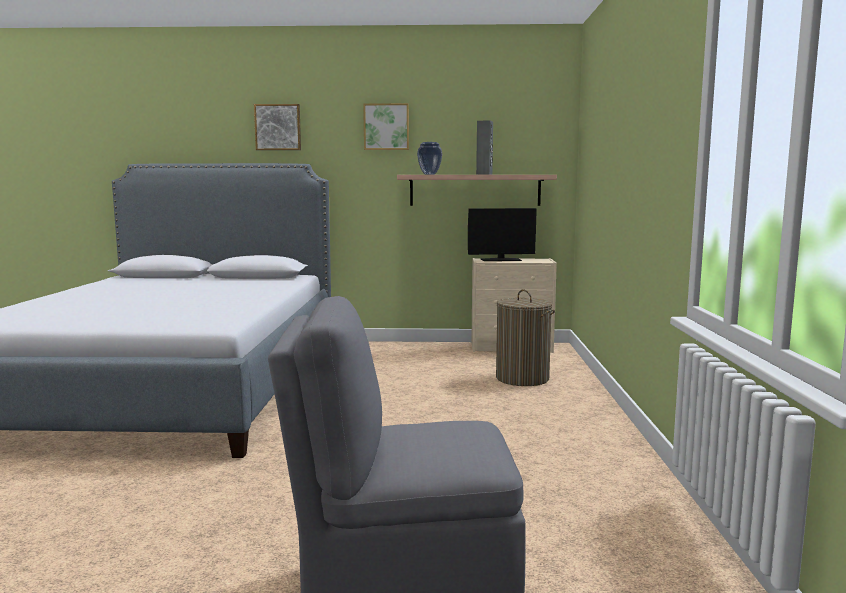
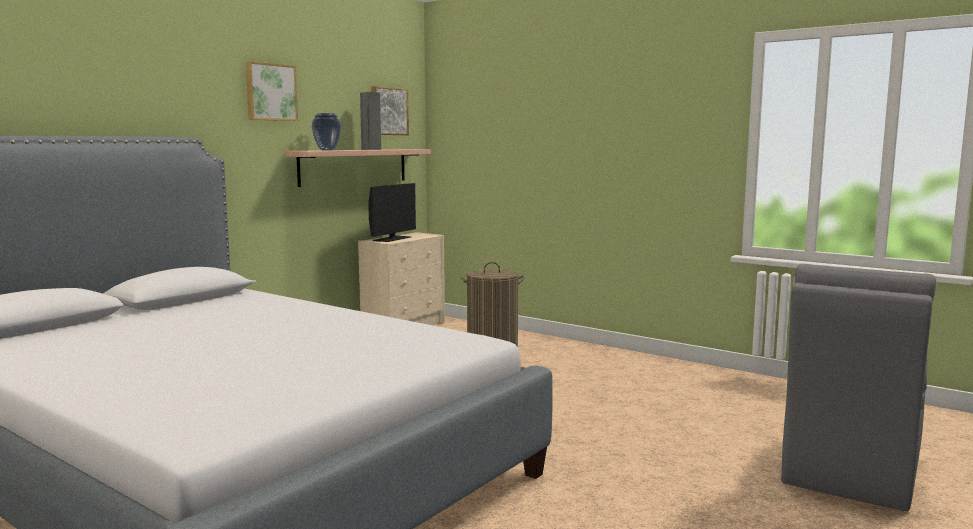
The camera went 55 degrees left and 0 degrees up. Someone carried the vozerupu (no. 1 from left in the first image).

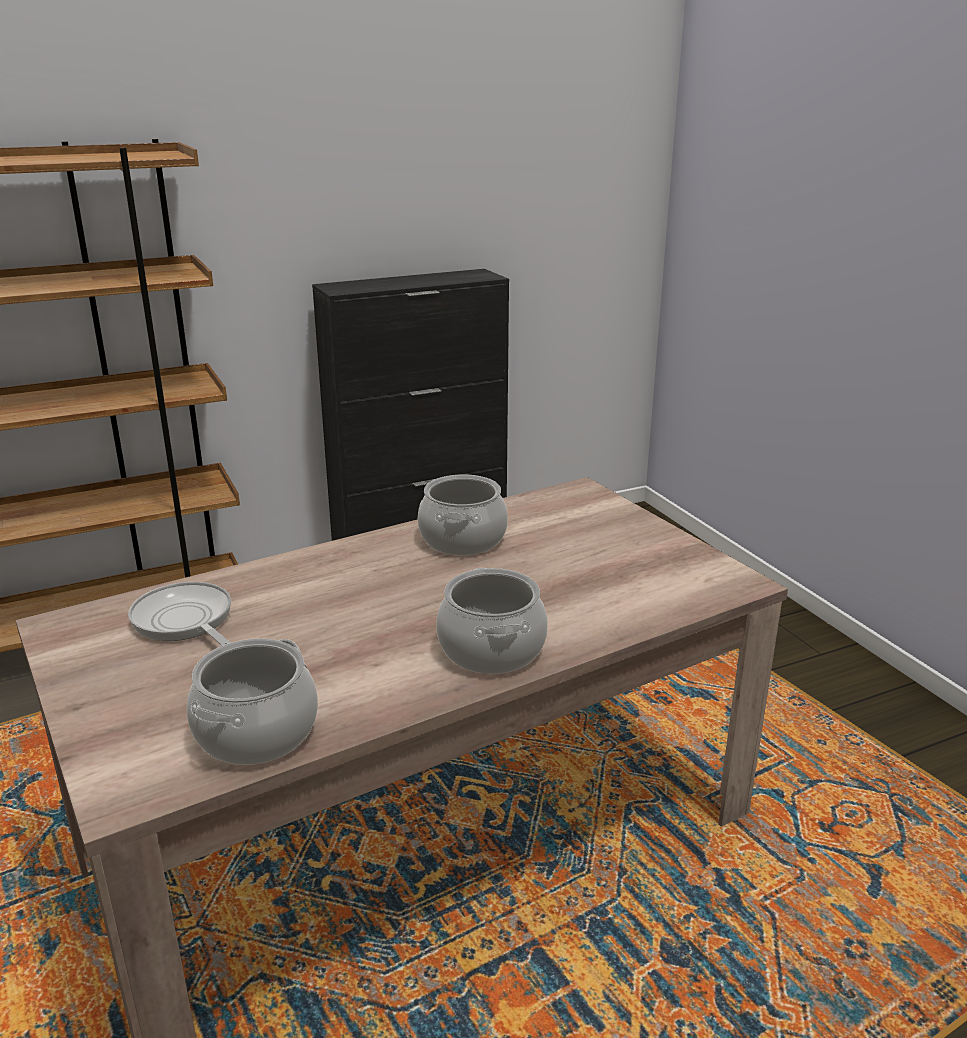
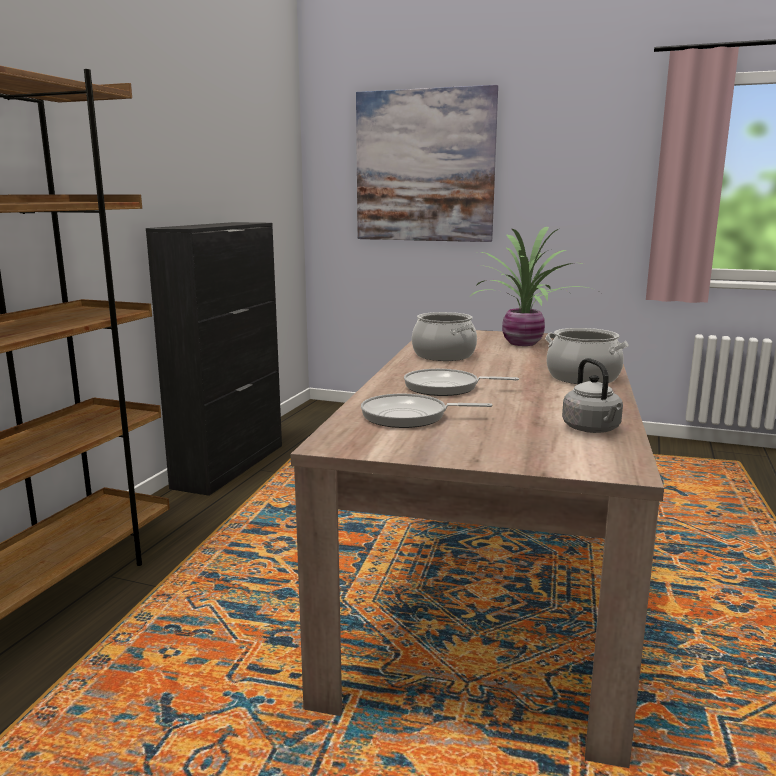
The camera went 45 degrees left and 10 degrees down. Someone put up the vozerupu. Someone put down the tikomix (no. 2 from left). Someone put down the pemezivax. Someone swapped the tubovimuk (no. 1 from left) for the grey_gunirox.

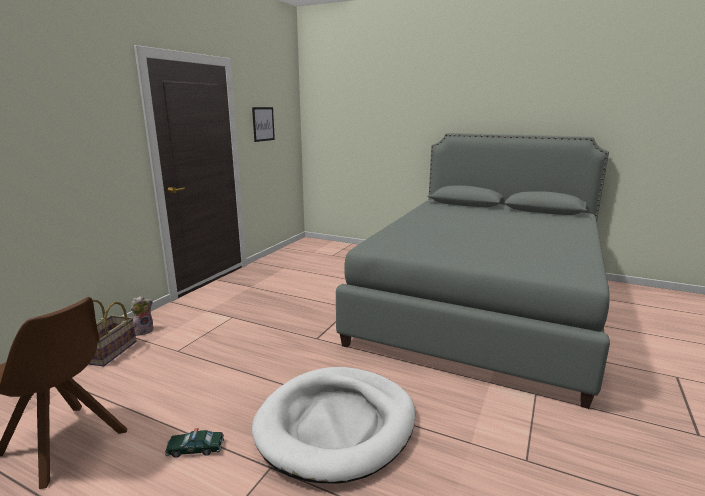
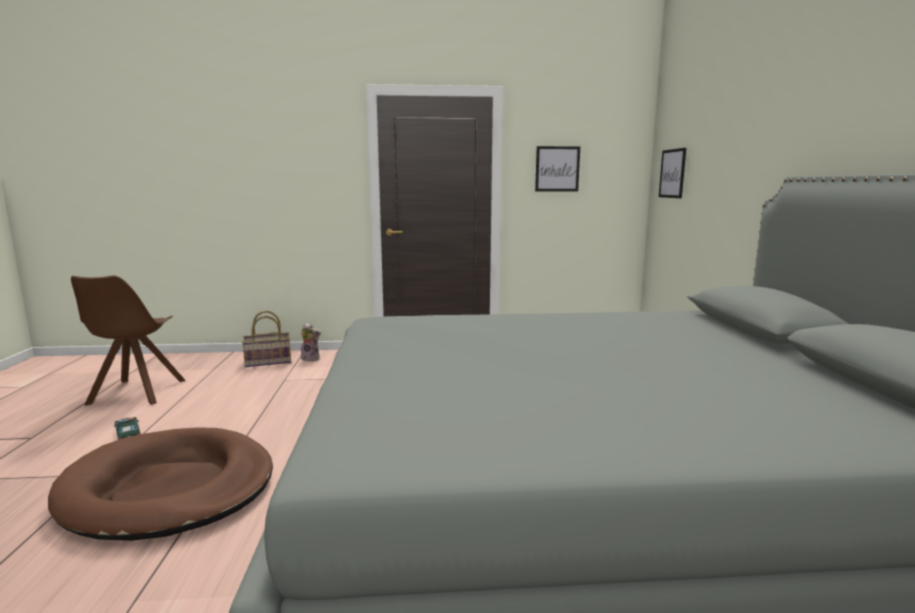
The camera went 60 degrees right and 5 degrees down. Someone repainted the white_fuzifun, which became the brown_fuzifun. Someone put up the vozerupu (no. 2 from left).

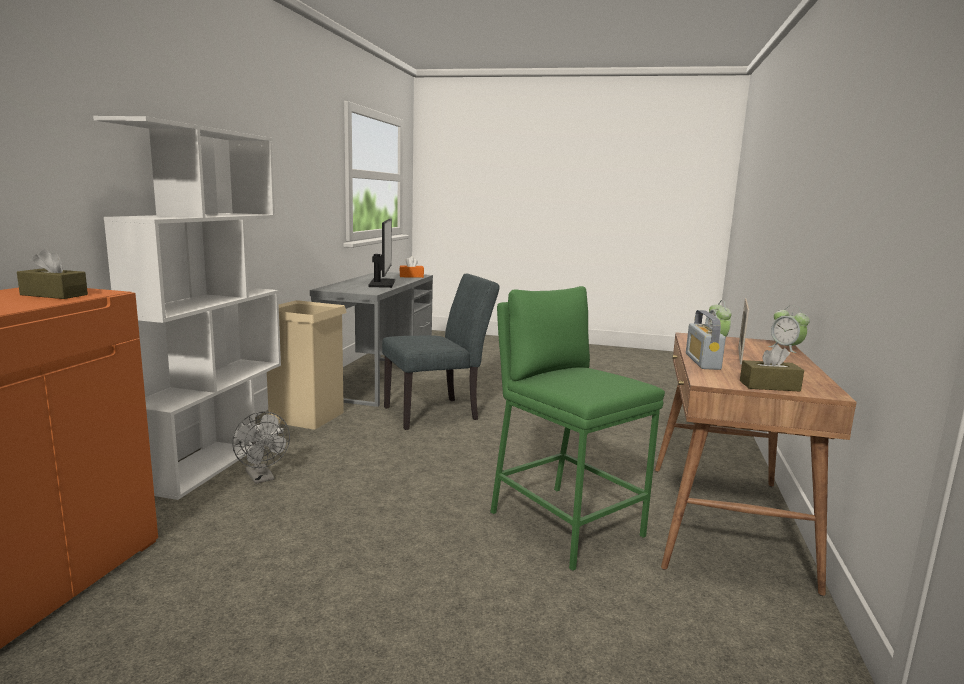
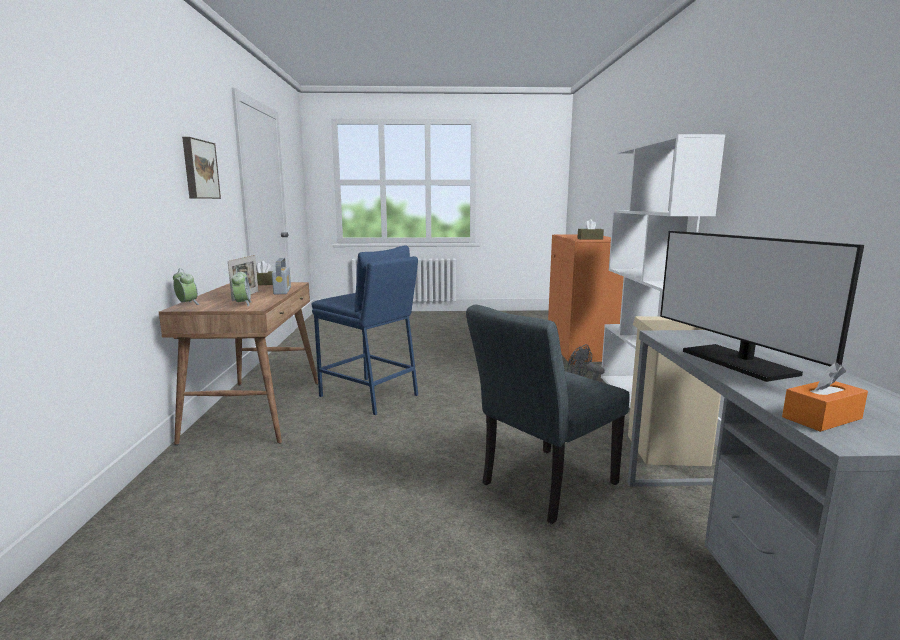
The camera went 165 degrees right and 0 degrees up. Someone put up the vozerupu. Someone repainted the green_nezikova, which became the blue_nezikova.

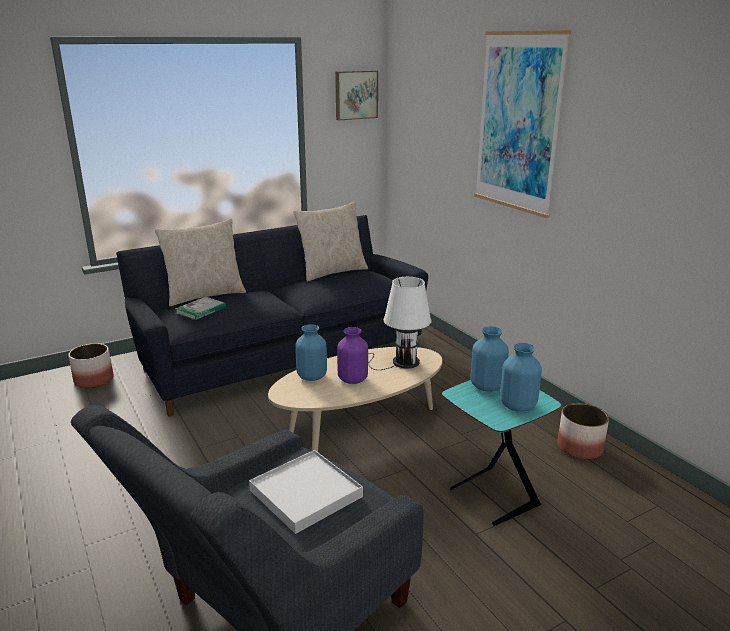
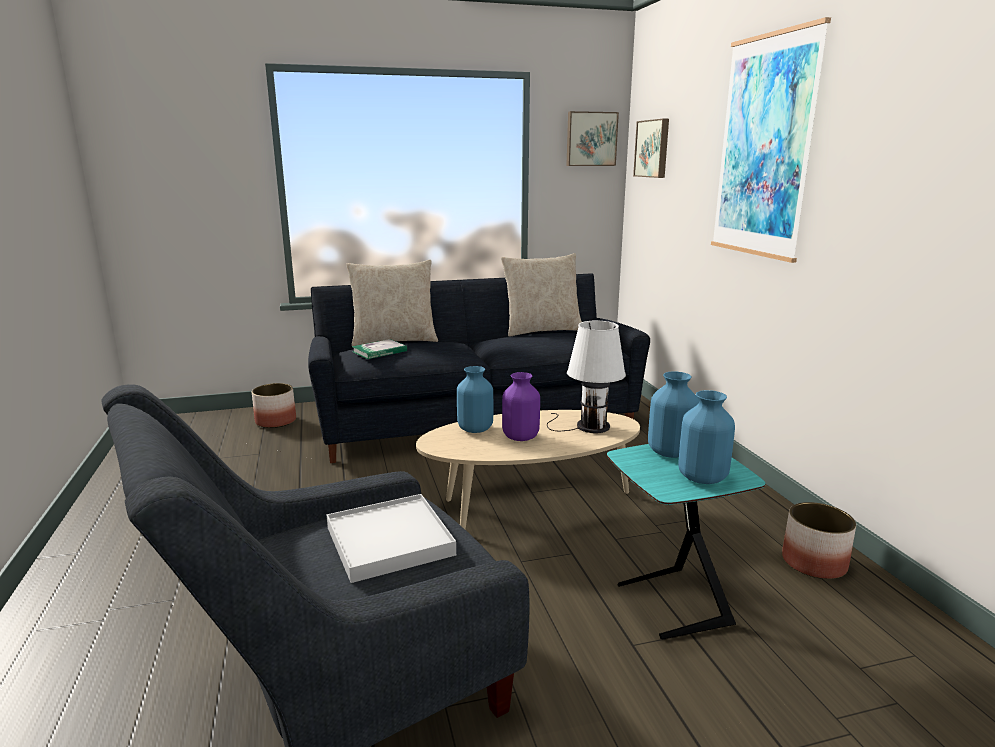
The camera went 15 degrees right and 5 degrees down. Someone put up the vozerupu (no. 2 from left).

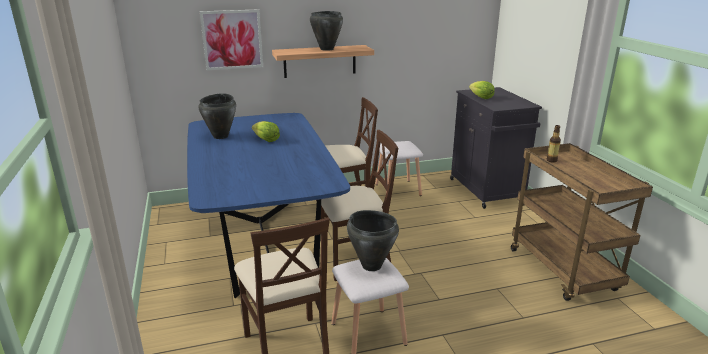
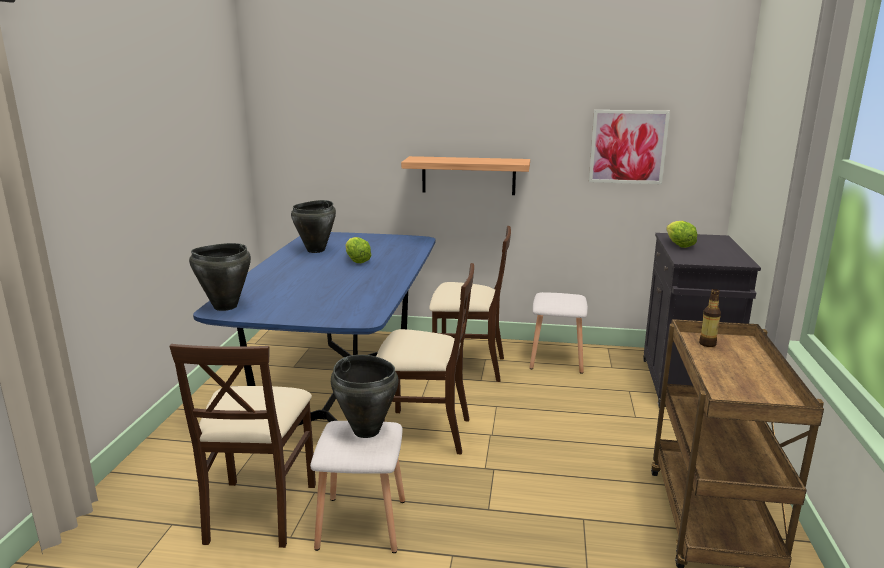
The camera went 25 degrees right and 5 degrees down. Someone carried the black_tubovimuk (no. 2 from left in the first image). Someone carried the vozerupu.

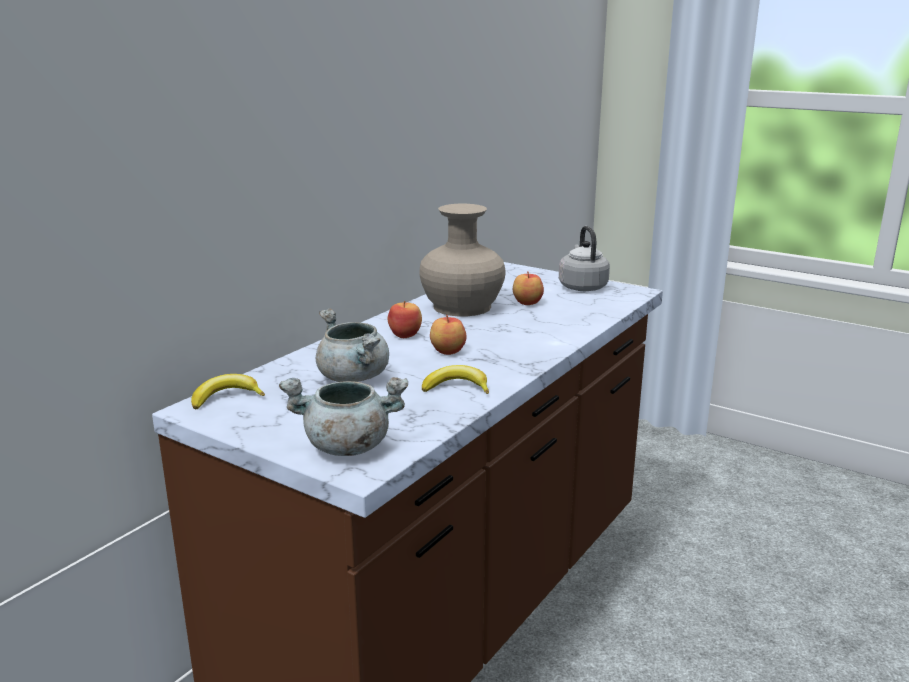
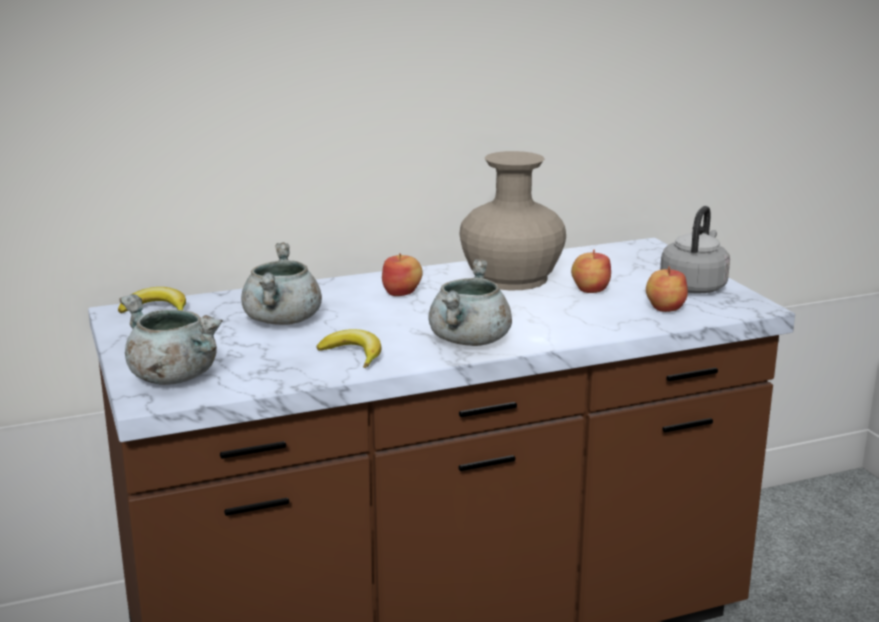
The camera went 35 degrees right and 0 degrees up. Someone put down the grey_tubovimuk (no. 3 from left). Someone carried the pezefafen (no. 2 from left in the first image).

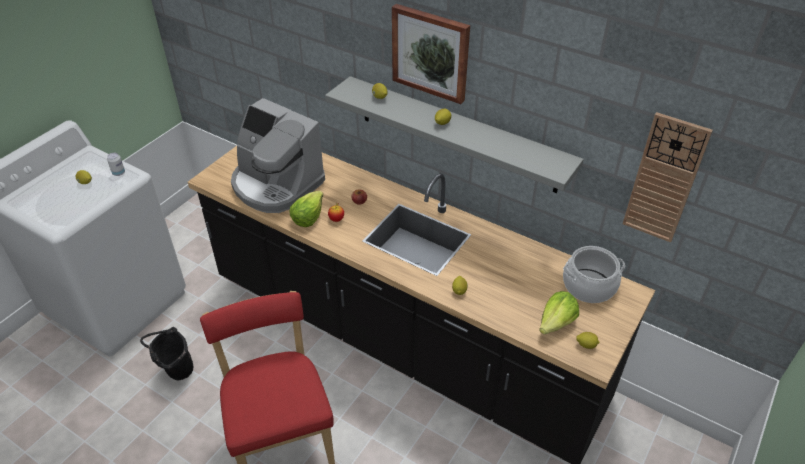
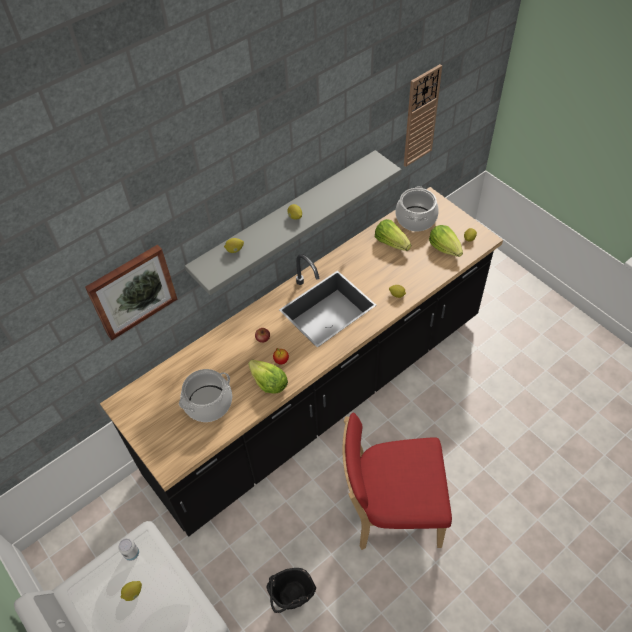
The camera went 70 degrees left and 10 degrees up. Someone carried the vozerupu. Someone swapped the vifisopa for the tubovimuk (no. 1 from left). Someone put down the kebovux (no. 2 from left).

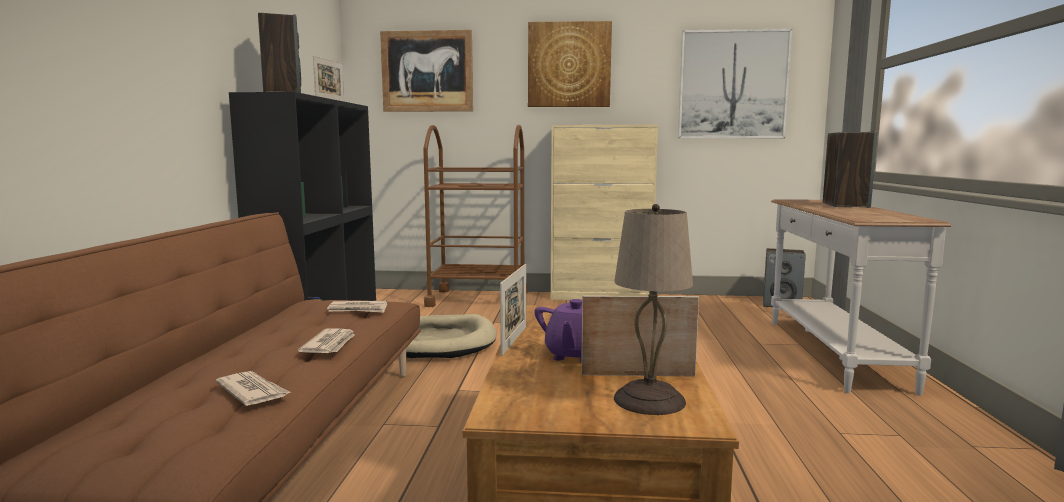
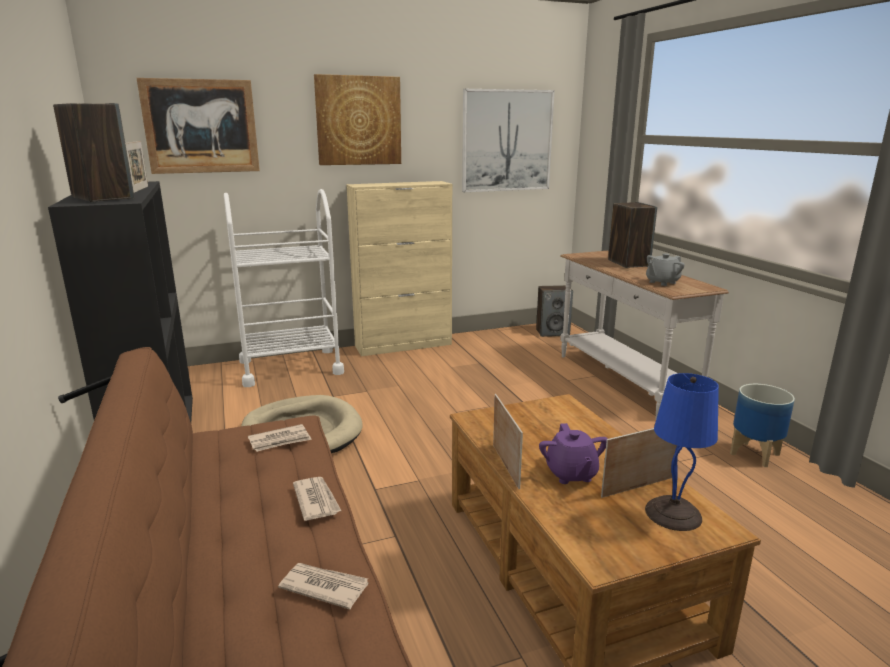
The camera went 25 degrees left and 10 degrees up. Someone repainted the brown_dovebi, which became the white_dovebi. Someone repainted the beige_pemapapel, which became the blue_pemapapel. Someone put down the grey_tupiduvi. Someone put down the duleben.

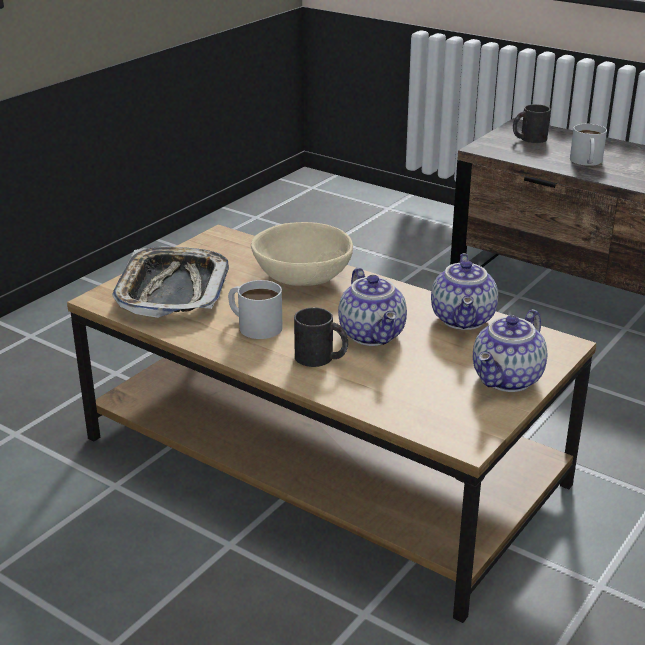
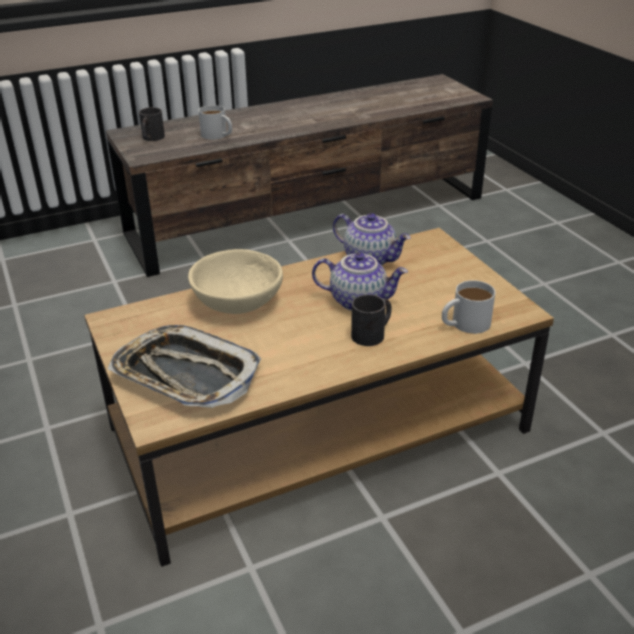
The camera went 60 degrees left and 5 degrees up. Someone carried the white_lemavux (no. 1 from left in the first image). Someone took away the tupiduvi (no. 3 from left).

